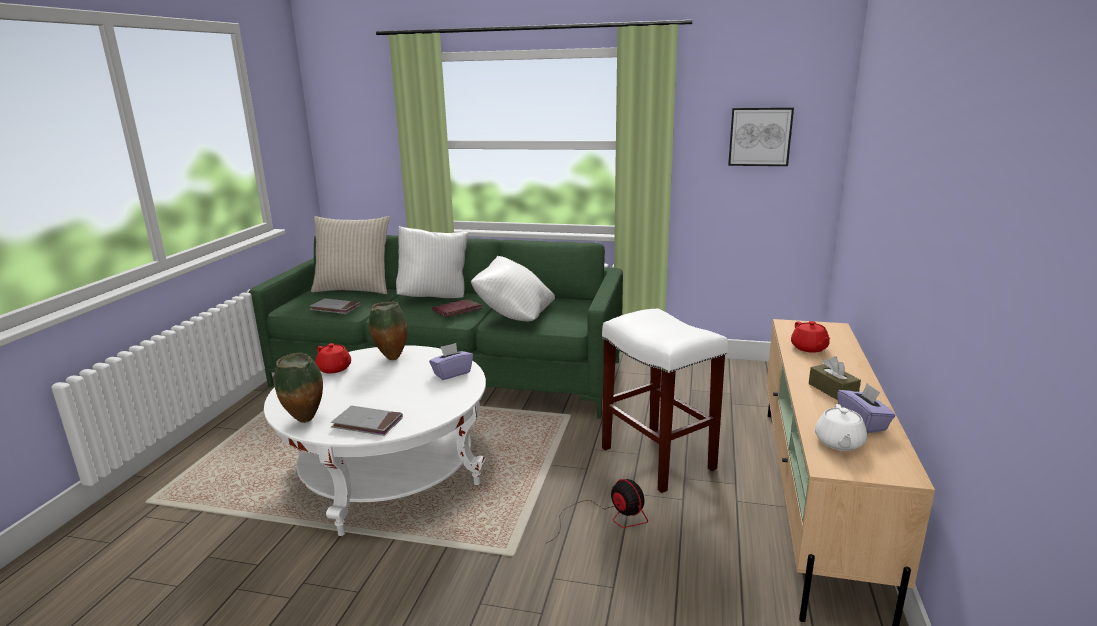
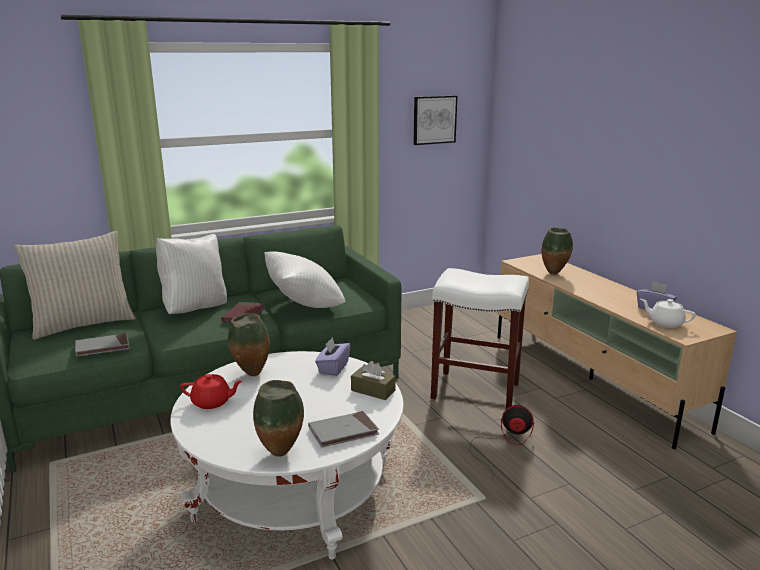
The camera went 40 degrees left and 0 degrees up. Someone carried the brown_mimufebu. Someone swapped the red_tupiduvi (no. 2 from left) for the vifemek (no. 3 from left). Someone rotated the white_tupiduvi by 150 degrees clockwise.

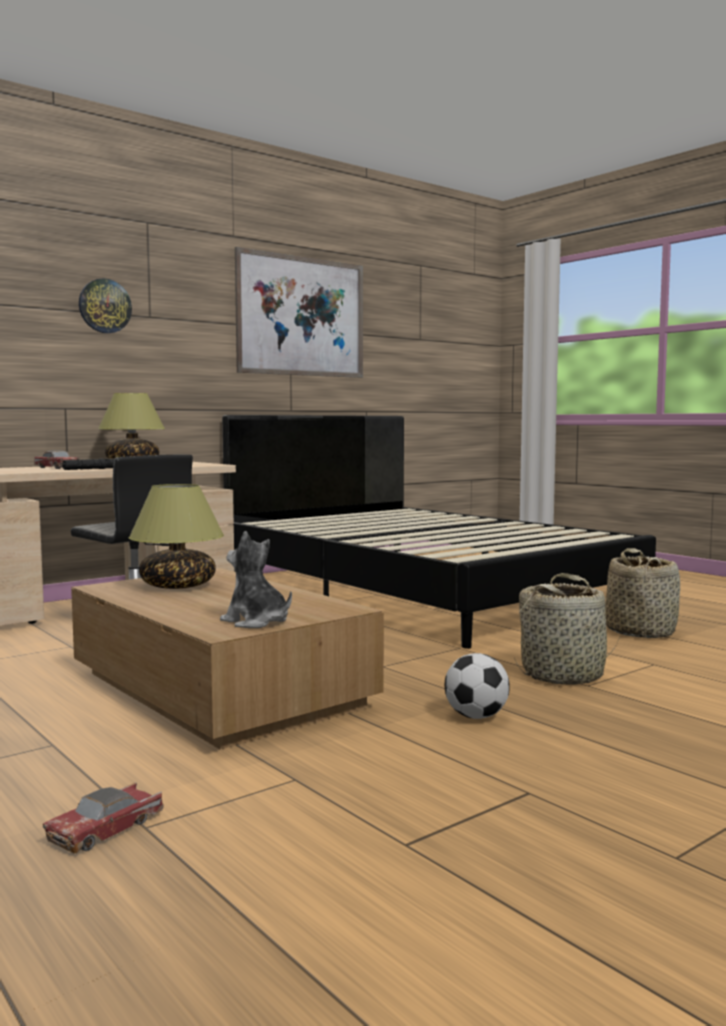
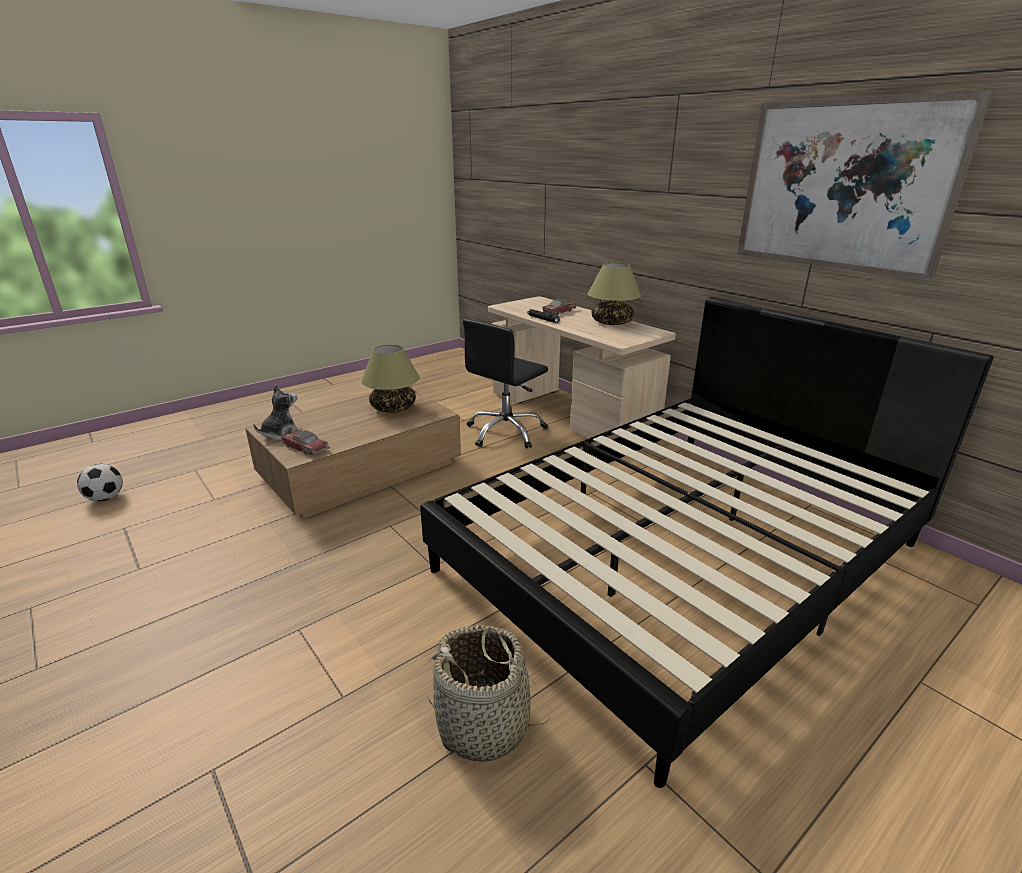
The camera went 90 degrees right and 20 degrees up. Someone carried the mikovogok. Someone carried the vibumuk (no. 2 from left in the first image). Someone took away the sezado. Someone took away the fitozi (no. 1 from left).

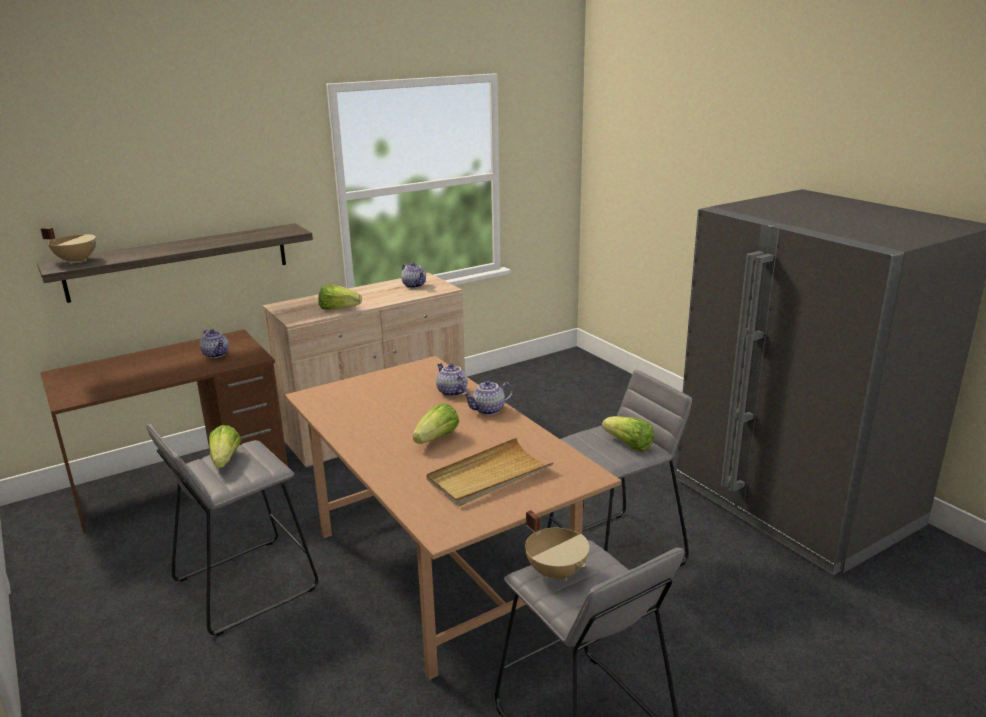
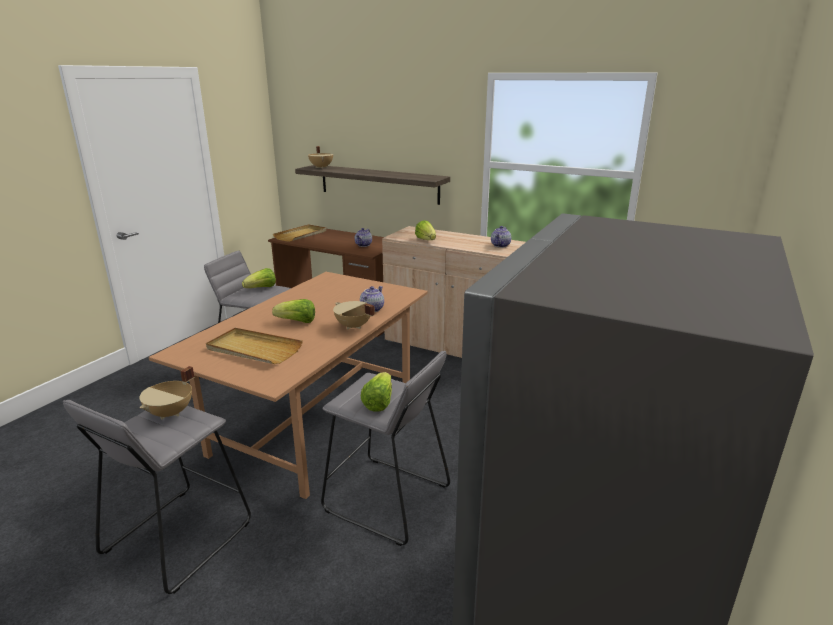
The camera went 60 degrees right and 0 degrees up. Someone put down the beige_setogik (no. 2 from left). Someone swapped the tupiduvi (no. 4 from left) for the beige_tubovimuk (no. 3 from left).

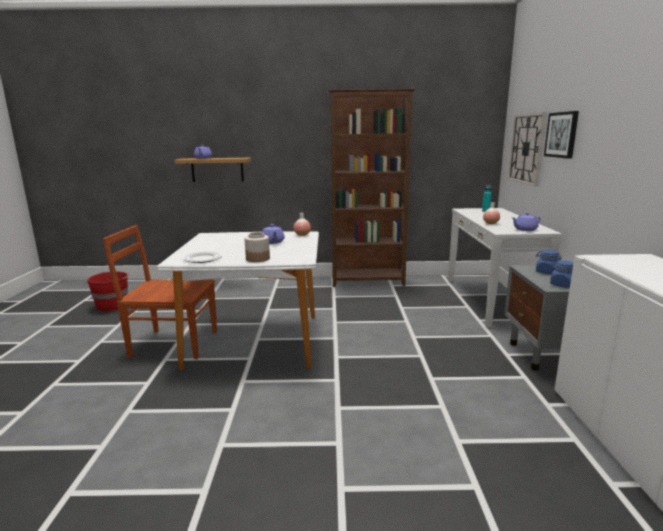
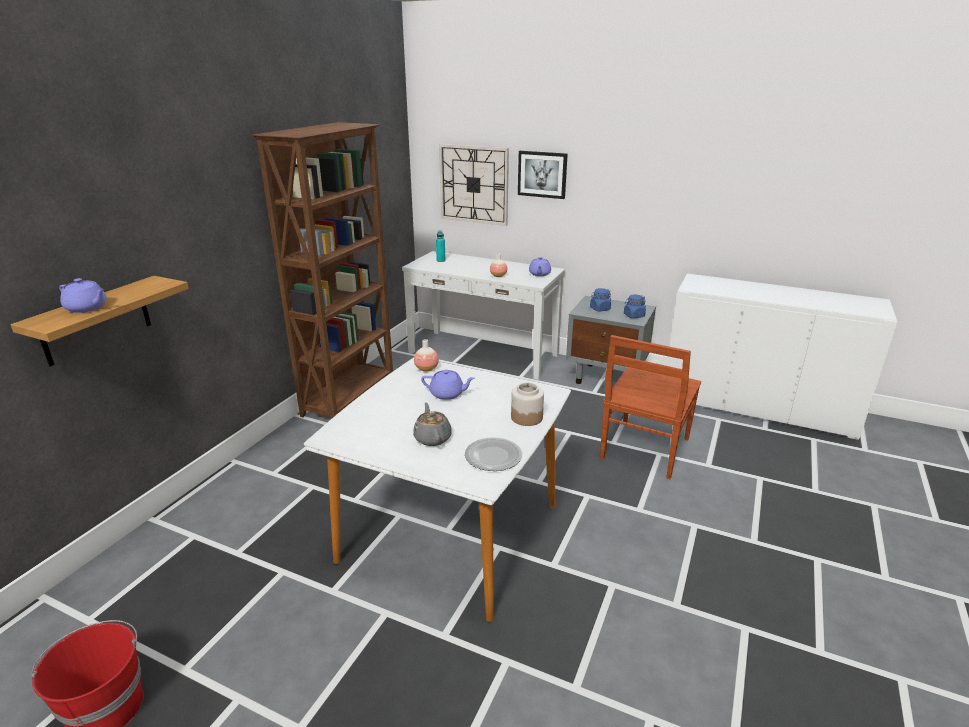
The camera went 65 degrees left and 10 degrees up. Someone put down the grey_tupiduvi. Someone carried the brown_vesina.

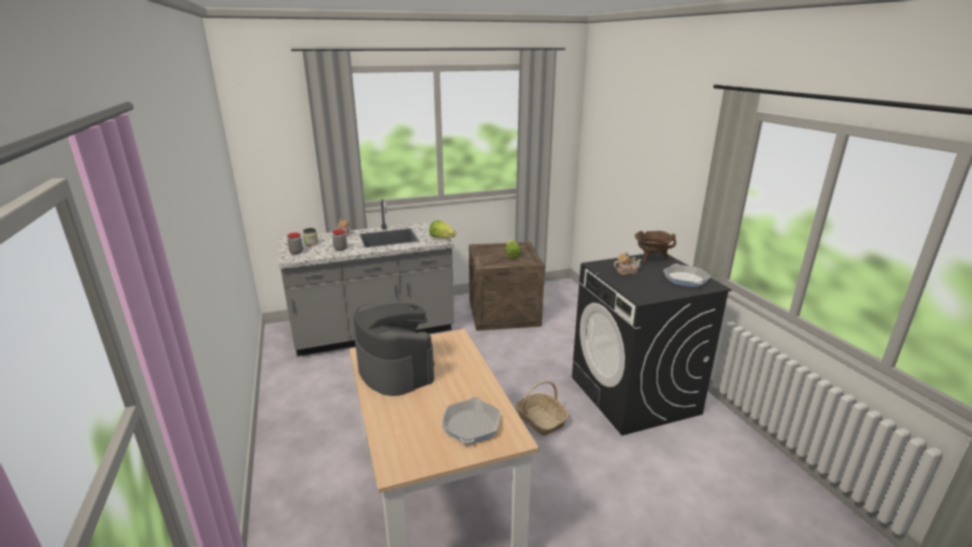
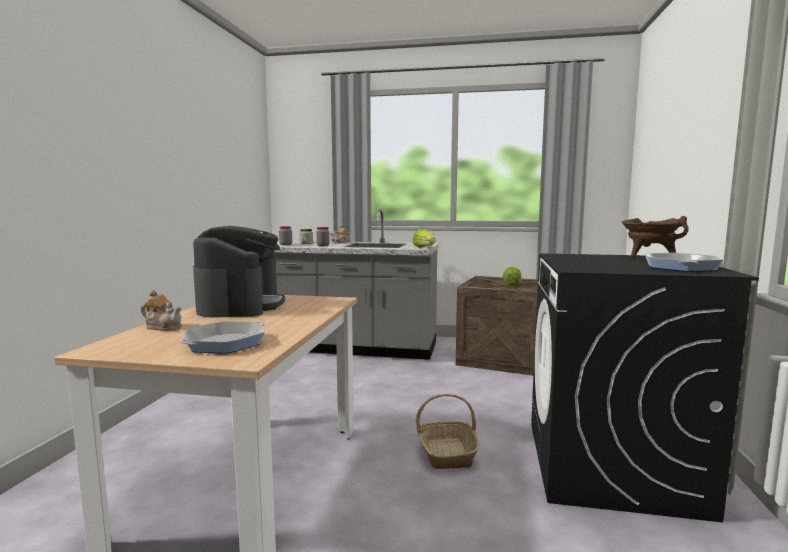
The camera went 30 degrees right and 15 degrees down. Someone carried the tupiduvi (no. 2 from left in the first image).

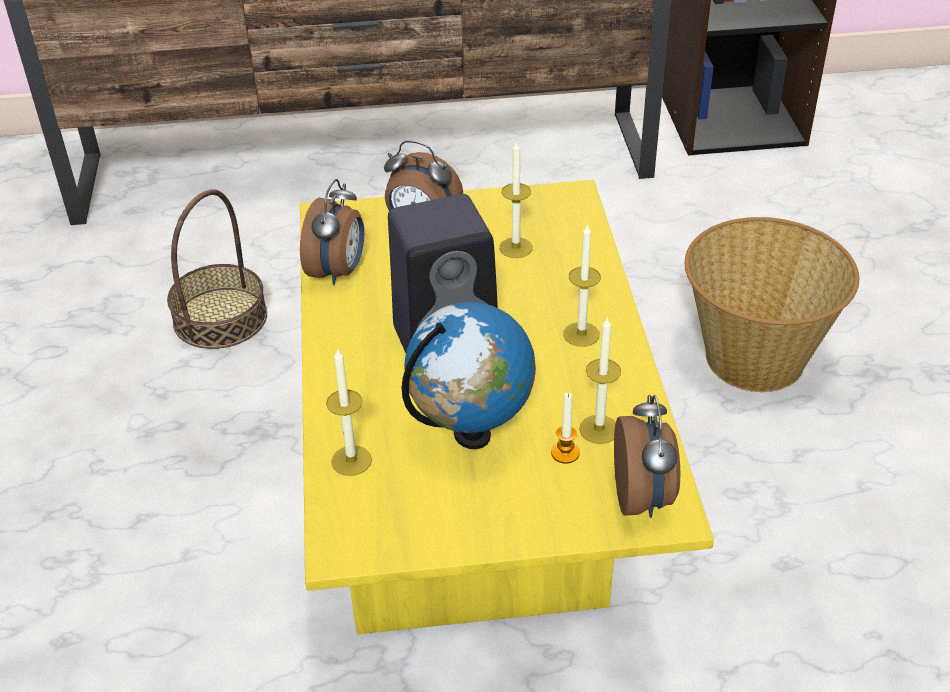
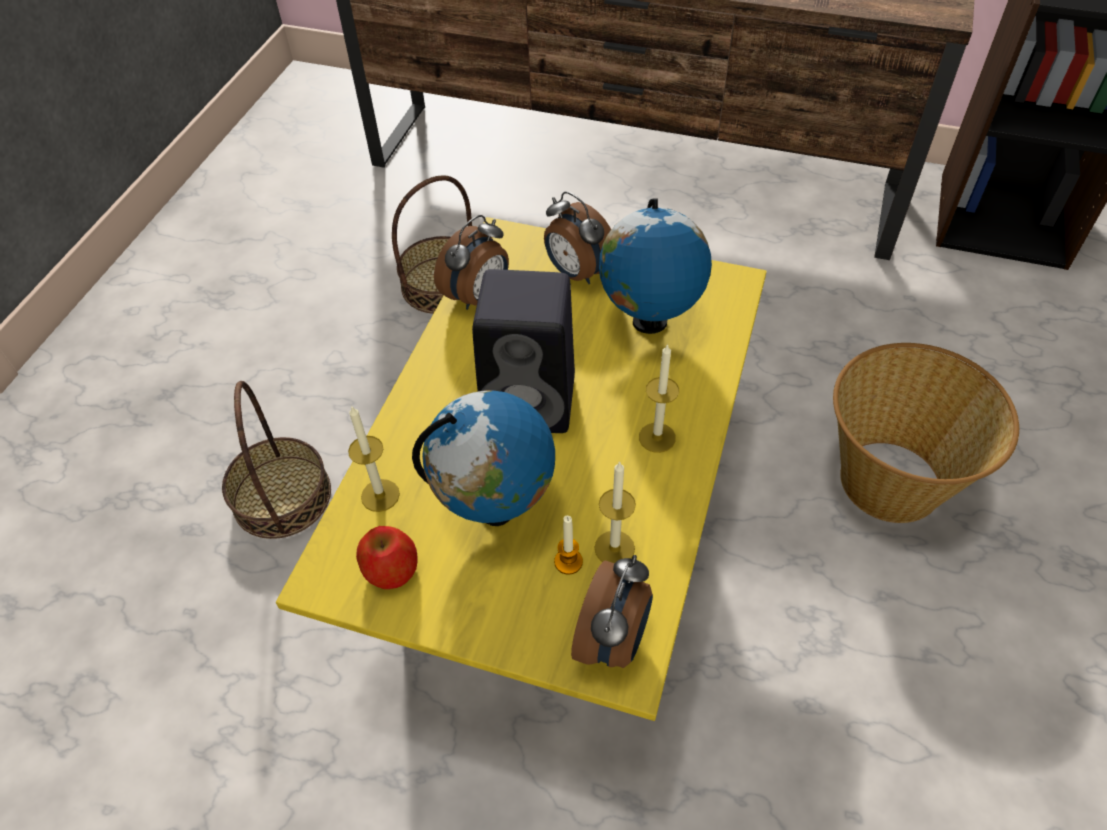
The camera went 25 degrees right and 10 degrees up. Someone put down the fitozi (no. 1 from left). Someone put down the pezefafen. Someone swapped the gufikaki (no. 2 from left) for the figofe (no. 2 from left).

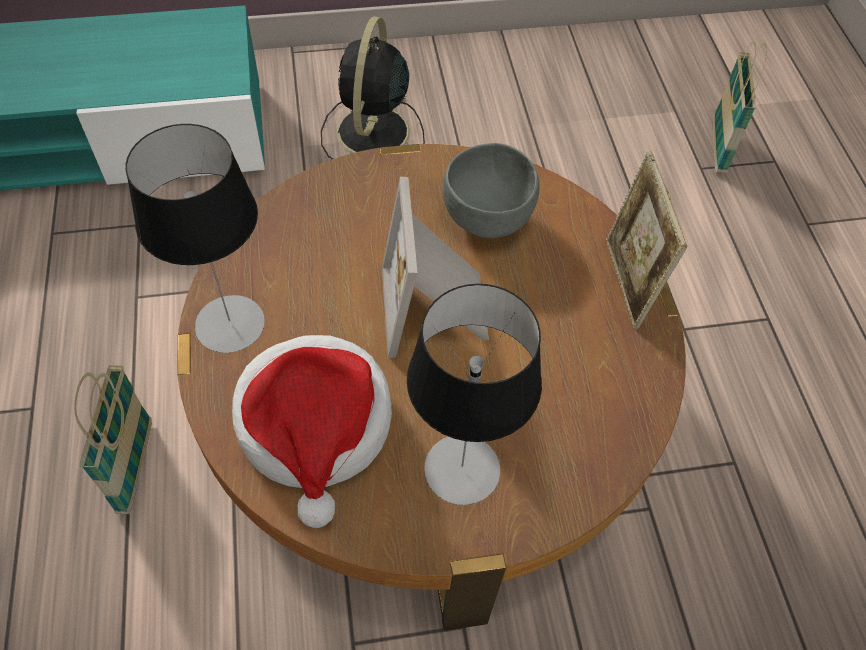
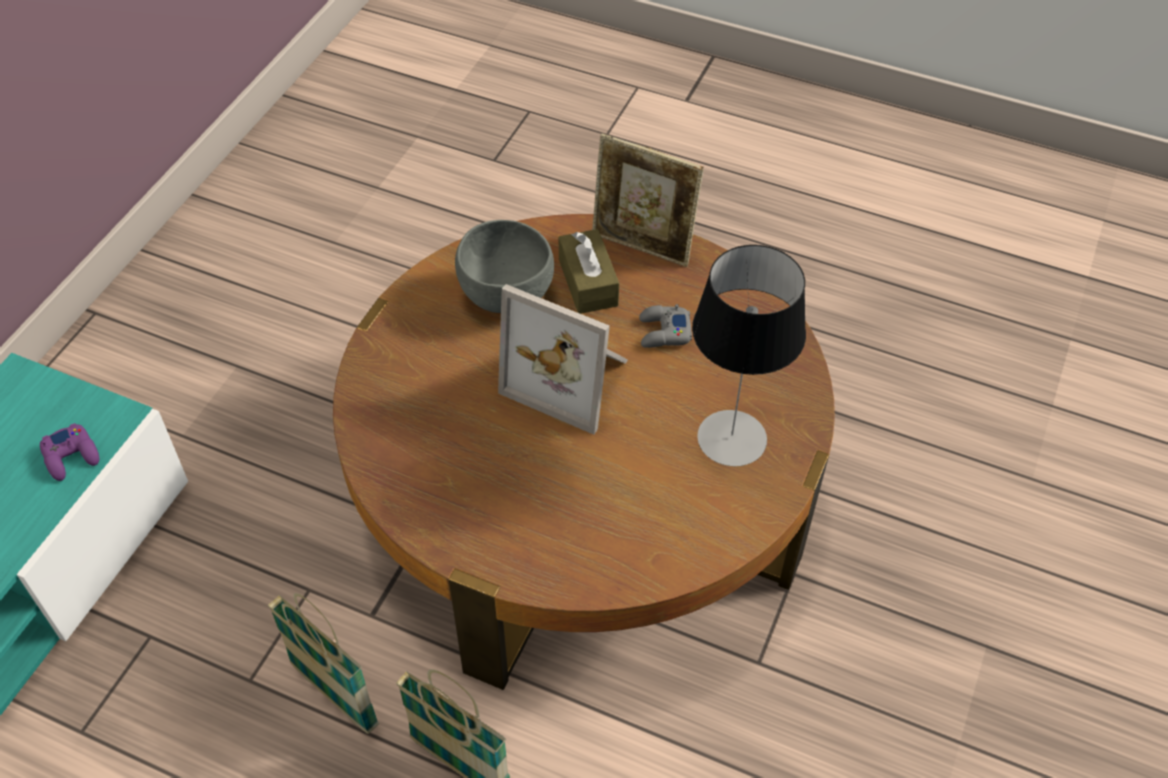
The camera went 55 degrees left and 5 degrees down. Someone put down the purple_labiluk. Someone carried the fitozi (no. 2 from left in the first image). Someone put down the brown_mimufebu. Someone put down the grey_labiluk. Someone took away the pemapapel (no. 1 from left). Someone took away the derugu. Someone took away the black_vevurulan.

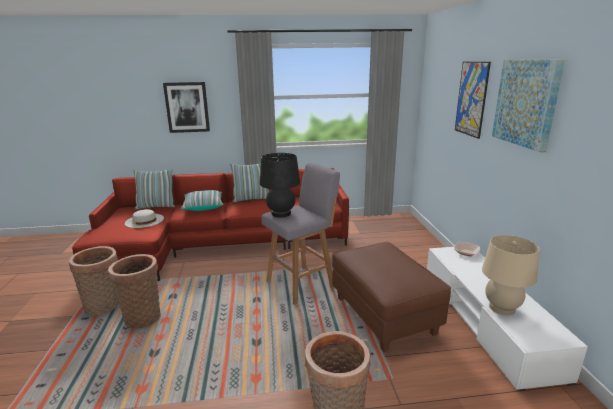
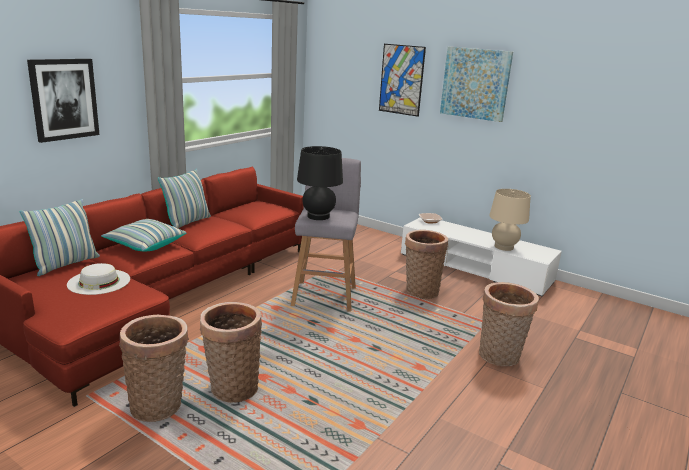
The camera went 50 degrees left and 0 degrees up. Someone swapped the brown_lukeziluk for the fitozi (no. 3 from left).

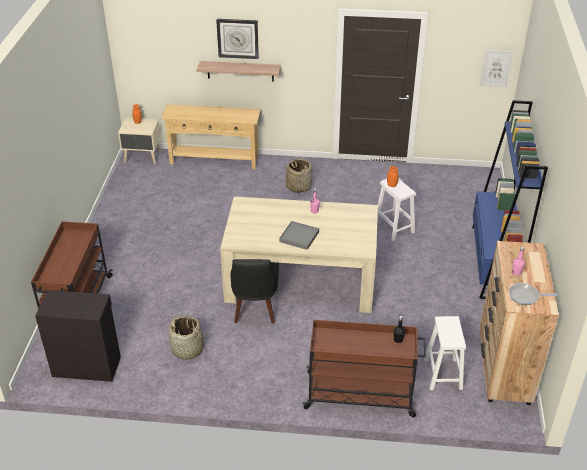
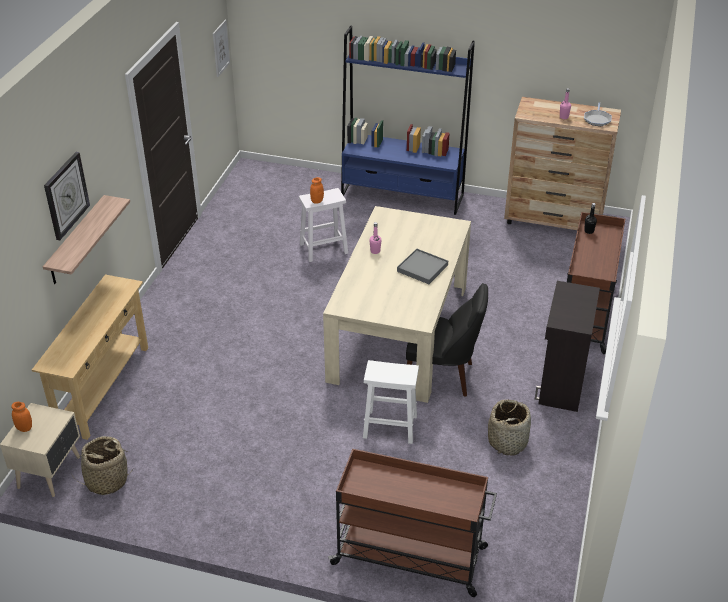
The camera went 80 degrees left and 0 degrees up. Someone carried the fitozi (no. 2 from left in the first image). Someone carried the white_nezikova (no. 2 from left). Someone carried the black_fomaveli.

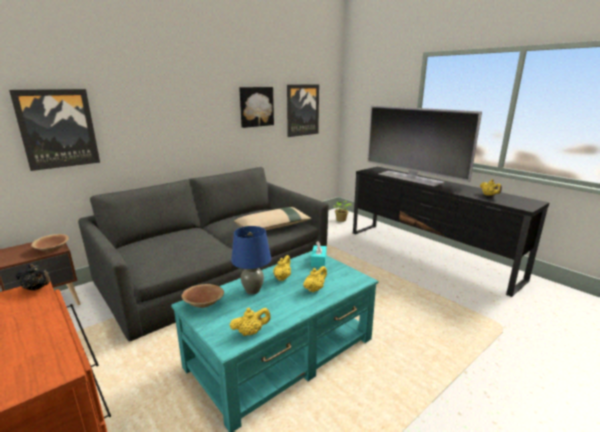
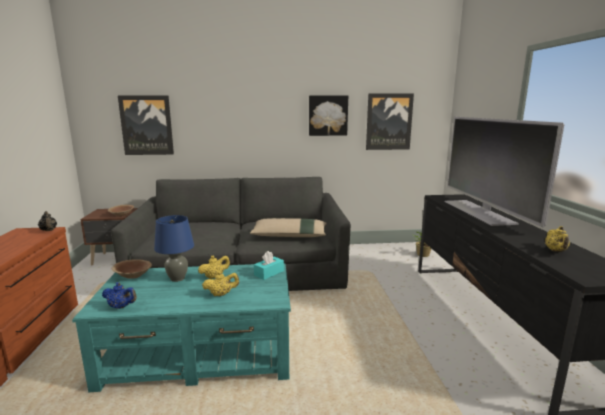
The camera went 35 degrees right and 5 degrees down. Someone repainted the yellow_tupiduvi (no. 1 from left), which became the blue_tupiduvi.

